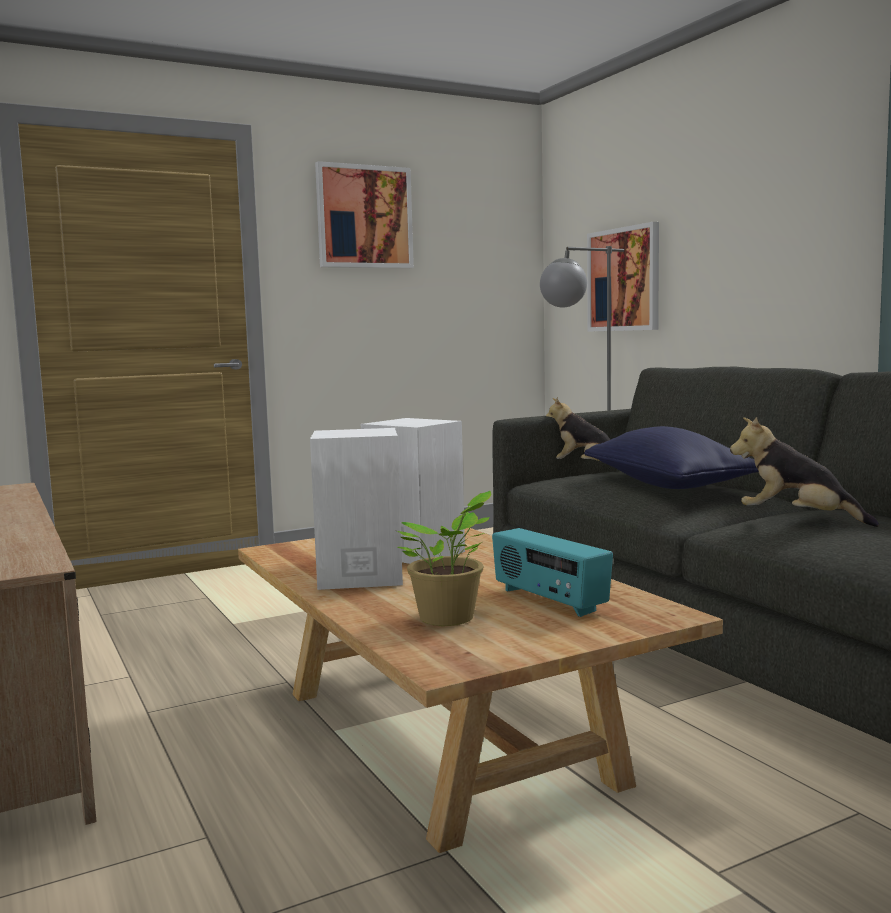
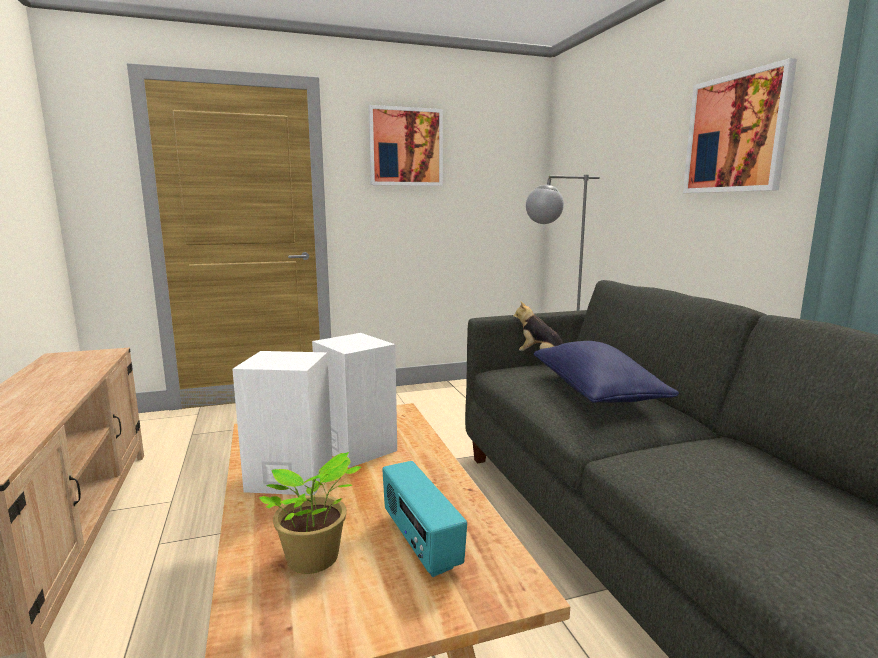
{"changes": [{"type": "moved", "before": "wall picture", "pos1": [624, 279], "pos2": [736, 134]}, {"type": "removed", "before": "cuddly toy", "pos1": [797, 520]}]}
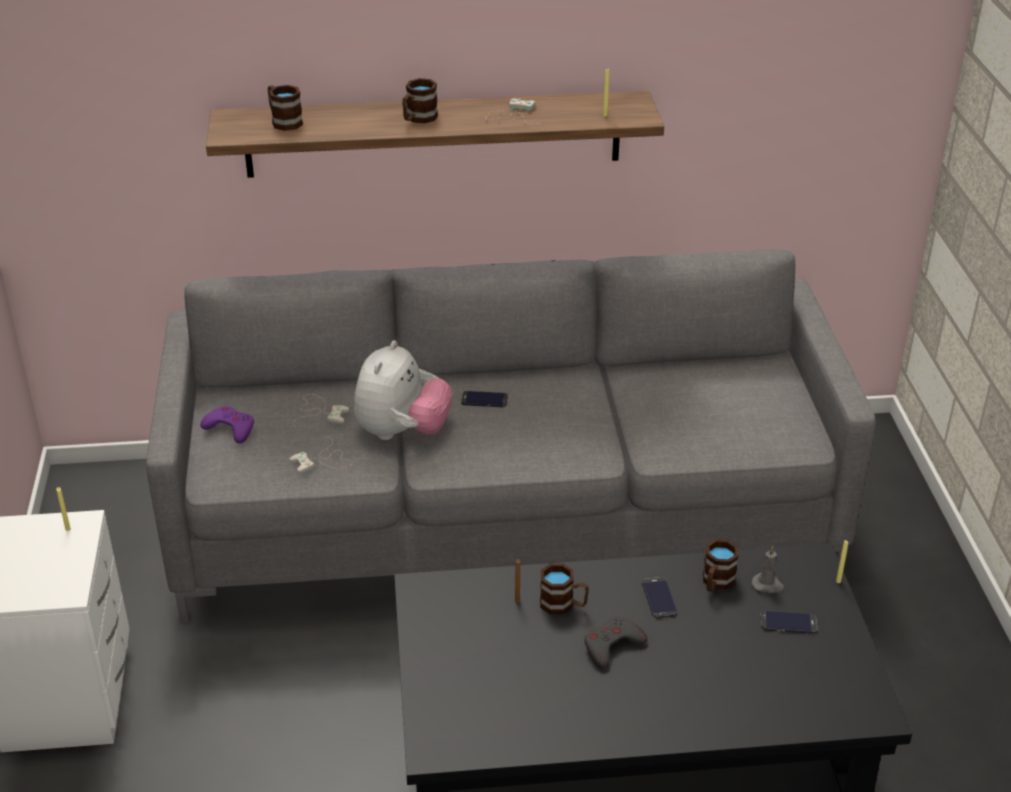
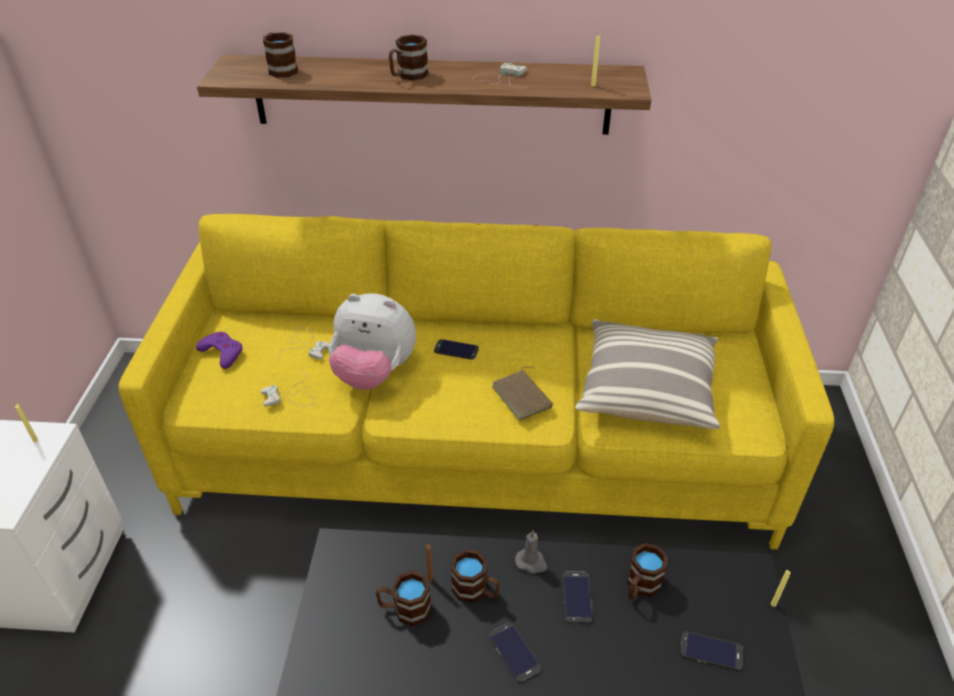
{"changes": [{"type": "recoloured", "before": "gray couch", "after": "yellowish couch", "pos1": [505, 518], "pos2": [477, 448]}, {"type": "turned", "before": "cuddly toy", "pos1": [402, 432], "pos2": [374, 373], "turn": 75}, {"type": "moved", "before": "gray wax candle", "pos1": [768, 585], "pos2": [531, 562]}, {"type": "replaced", "before": "gray joypad", "after": "phone", "pos1": [612, 646], "pos2": [514, 652]}, {"type": "added", "after": "cushion", "pos2": [646, 389]}, {"type": "added", "after": "brown-coloured book", "pos2": [523, 397]}, {"type": "added", "after": "brown-coloured mug", "pos2": [404, 609]}]}
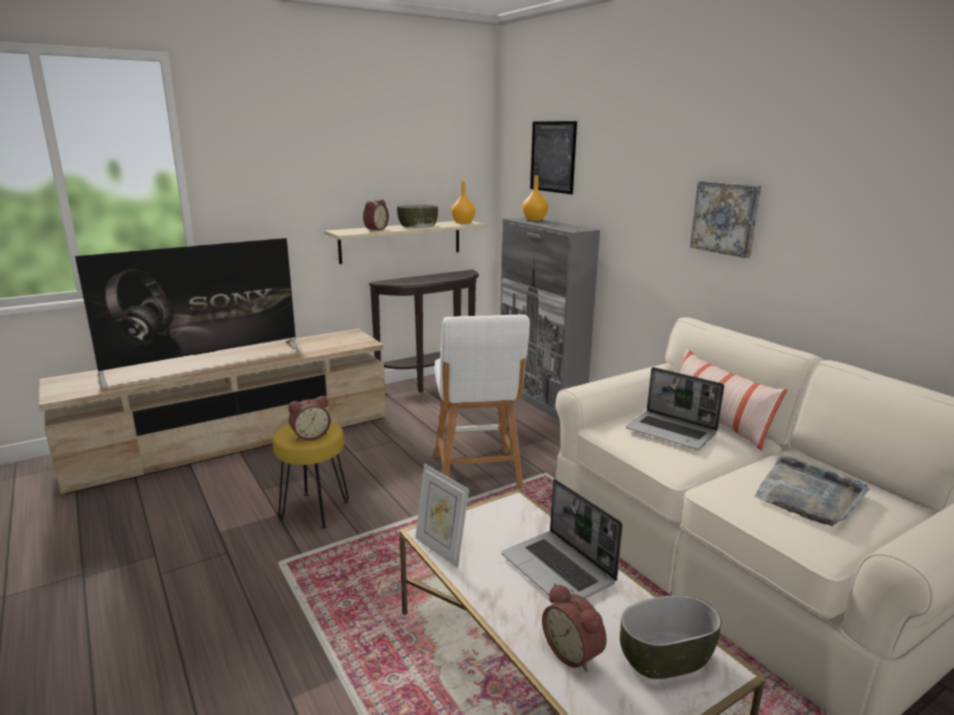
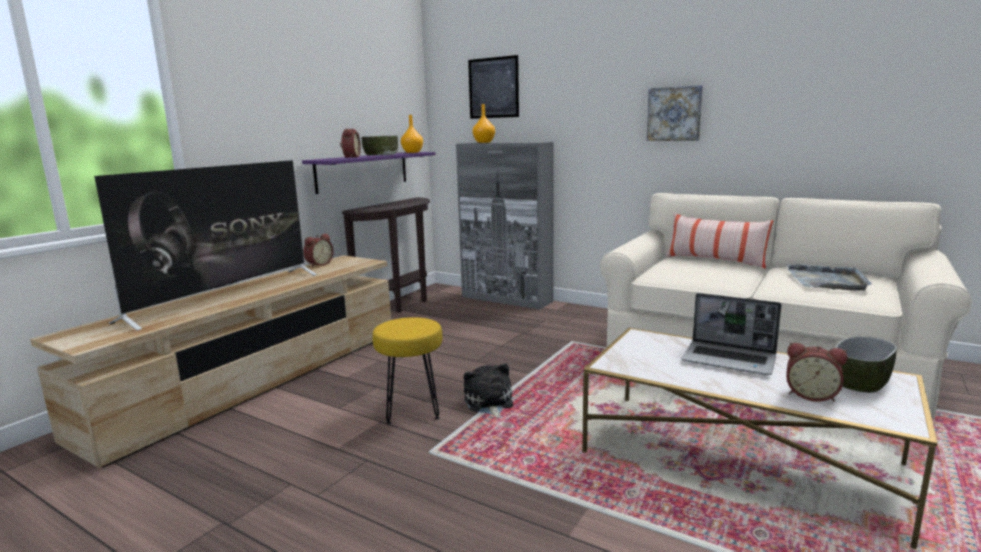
{"changes": [{"type": "recoloured", "before": "beige-coloured shelf", "after": "purplish shelf", "pos1": [401, 241], "pos2": [363, 171]}, {"type": "removed", "before": "white-coloured stool seat", "pos1": [477, 474]}, {"type": "removed", "before": "notebook computer", "pos1": [672, 432]}, {"type": "moved", "before": "alarm clock", "pos1": [310, 436], "pos2": [318, 264]}, {"type": "removed", "before": "photo frame", "pos1": [441, 549]}, {"type": "added", "after": "cuddly toy", "pos2": [489, 403]}]}
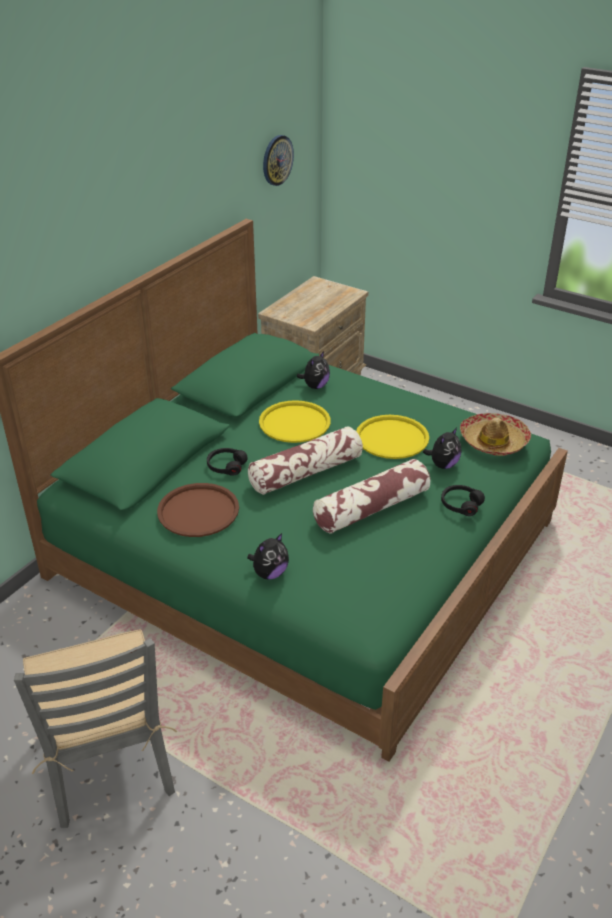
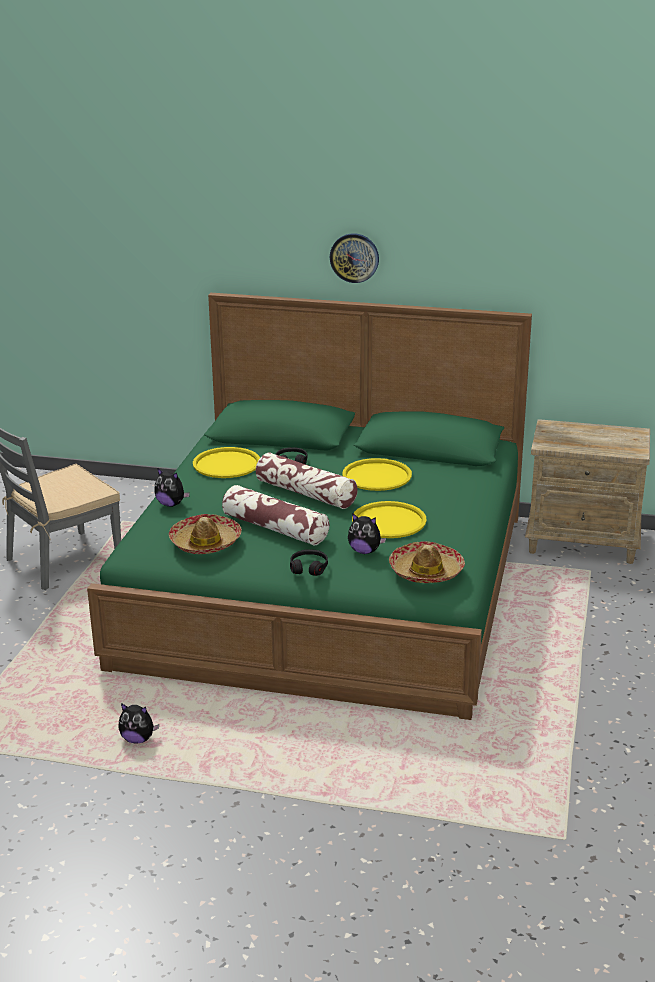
{"changes": [{"type": "moved", "before": "clock on the wall", "pos1": [277, 160], "pos2": [354, 257]}, {"type": "moved", "before": "cuddly toy", "pos1": [315, 386], "pos2": [138, 739]}, {"type": "recoloured", "before": "brown-coloured tray", "after": "yellowish tray", "pos1": [198, 511], "pos2": [226, 464]}, {"type": "added", "after": "hat", "pos2": [205, 542]}]}
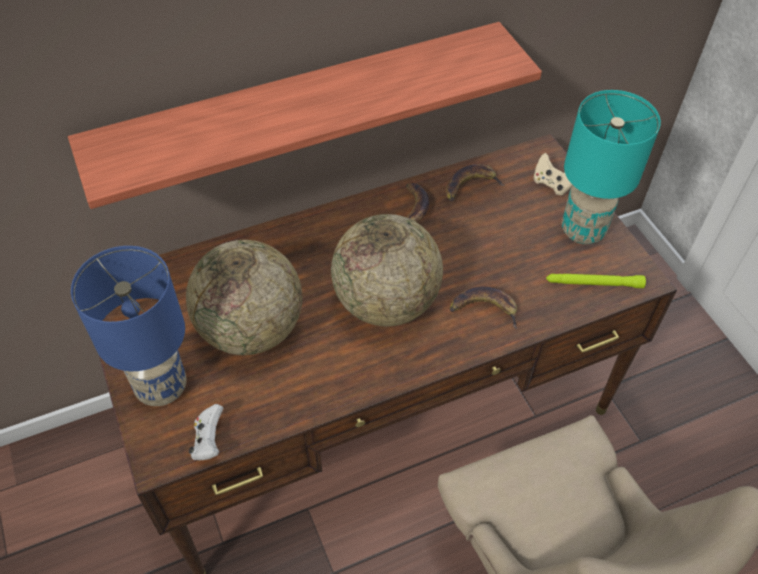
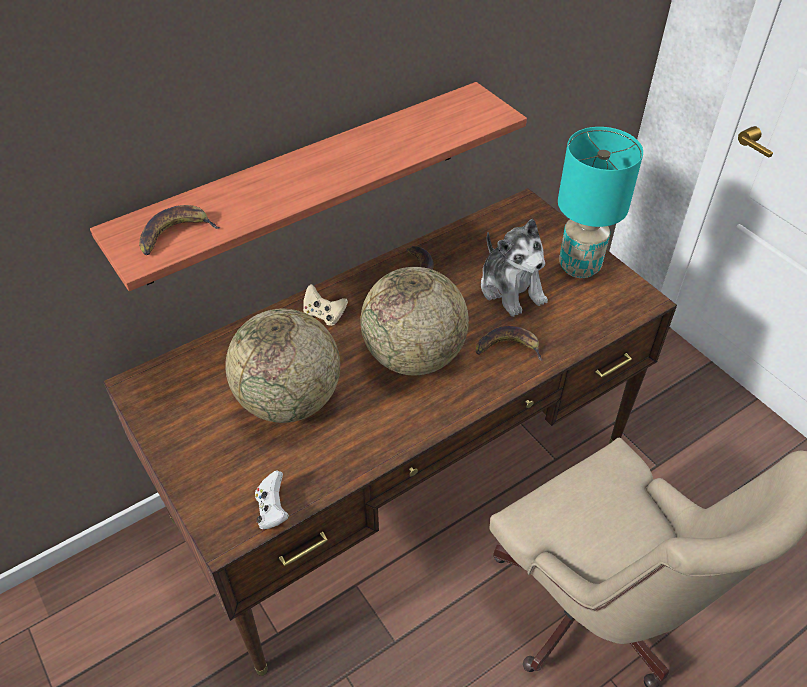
{"changes": [{"type": "moved", "before": "beige-coloured joypad", "pos1": [552, 184], "pos2": [324, 315]}, {"type": "moved", "before": "whole banana", "pos1": [470, 186], "pos2": [175, 234]}, {"type": "removed", "before": "bluish lamp for a table", "pos1": [162, 386]}, {"type": "removed", "before": "greenish hand torch", "pos1": [593, 283]}, {"type": "added", "after": "cuddly toy", "pos2": [511, 289]}]}
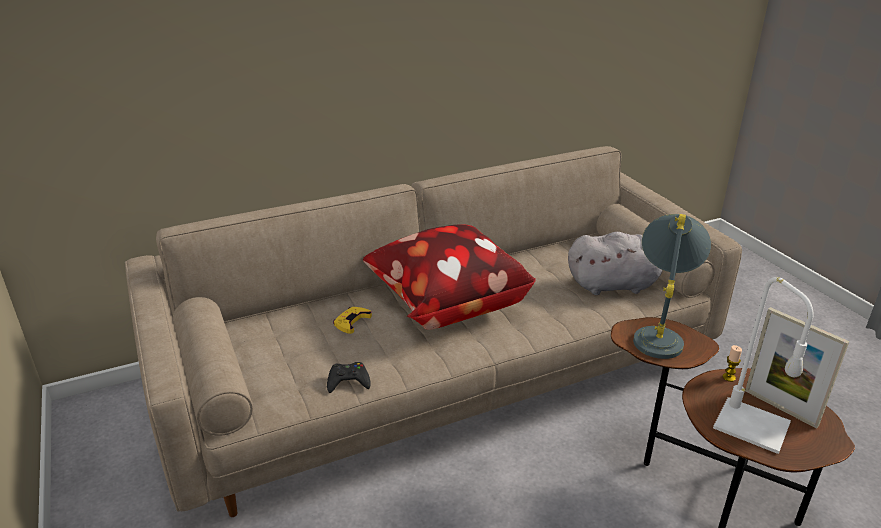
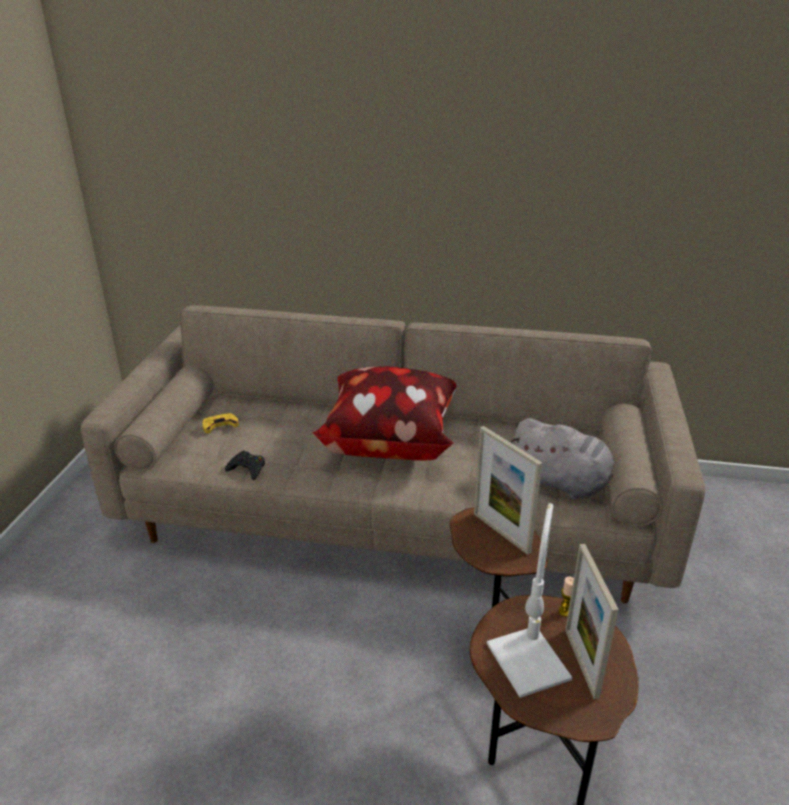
{"changes": [{"type": "replaced", "before": "gray lamp for a table", "after": "photo frame", "pos1": [659, 333], "pos2": [501, 532]}, {"type": "moved", "before": "yellowish joypad", "pos1": [351, 322], "pos2": [220, 425]}]}
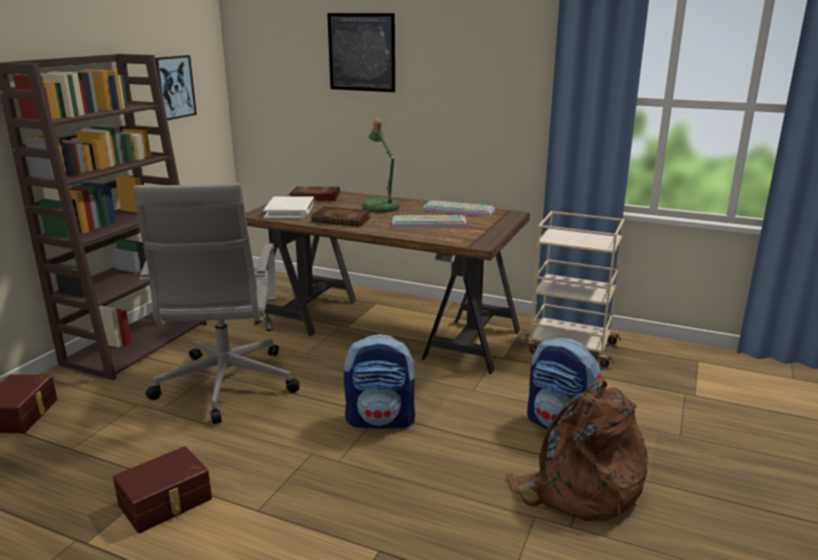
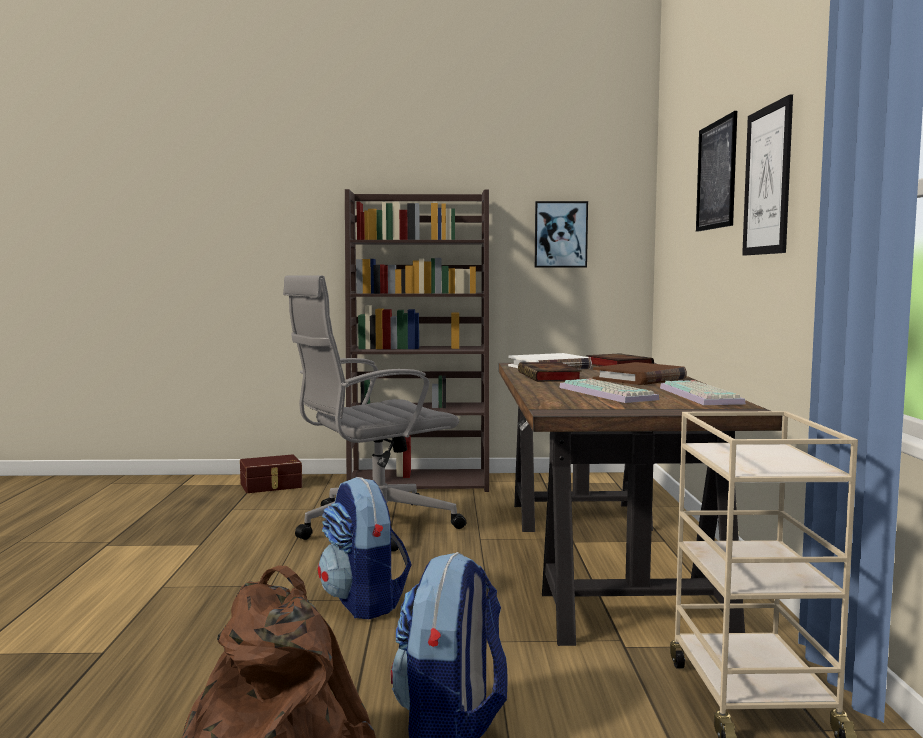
{"changes": [{"type": "replaced", "before": "lamp for a table", "after": "brown-coloured book", "pos1": [380, 205], "pos2": [639, 379]}, {"type": "removed", "before": "brown-coloured storage container", "pos1": [166, 502]}, {"type": "added", "after": "wall picture", "pos2": [767, 180]}]}
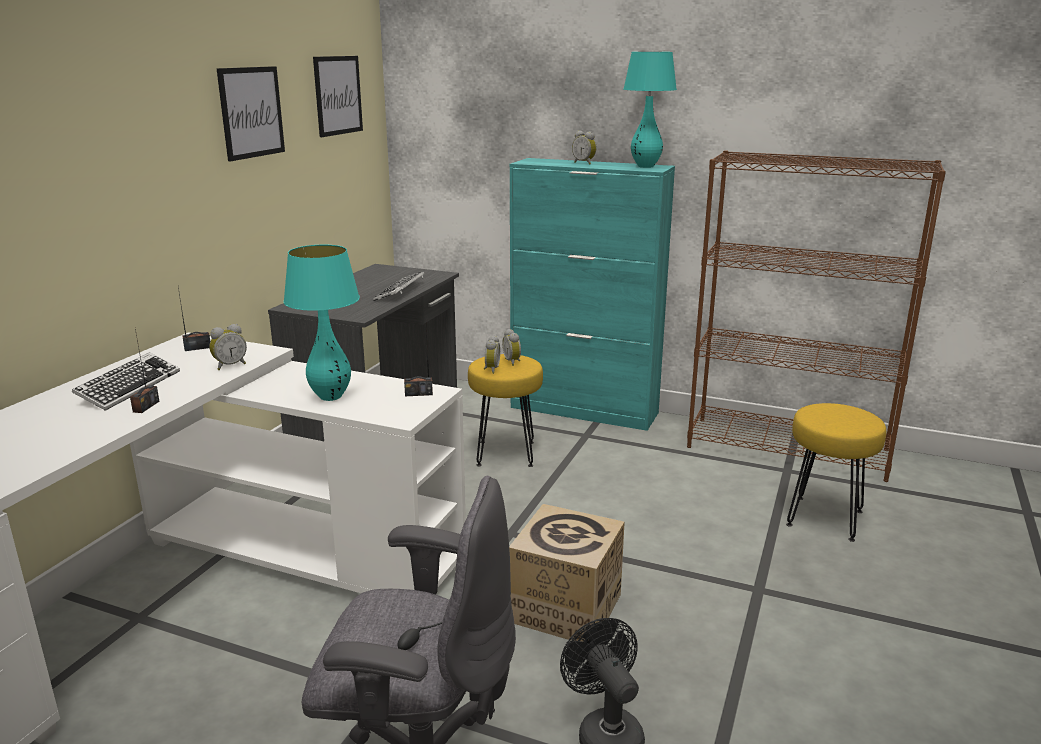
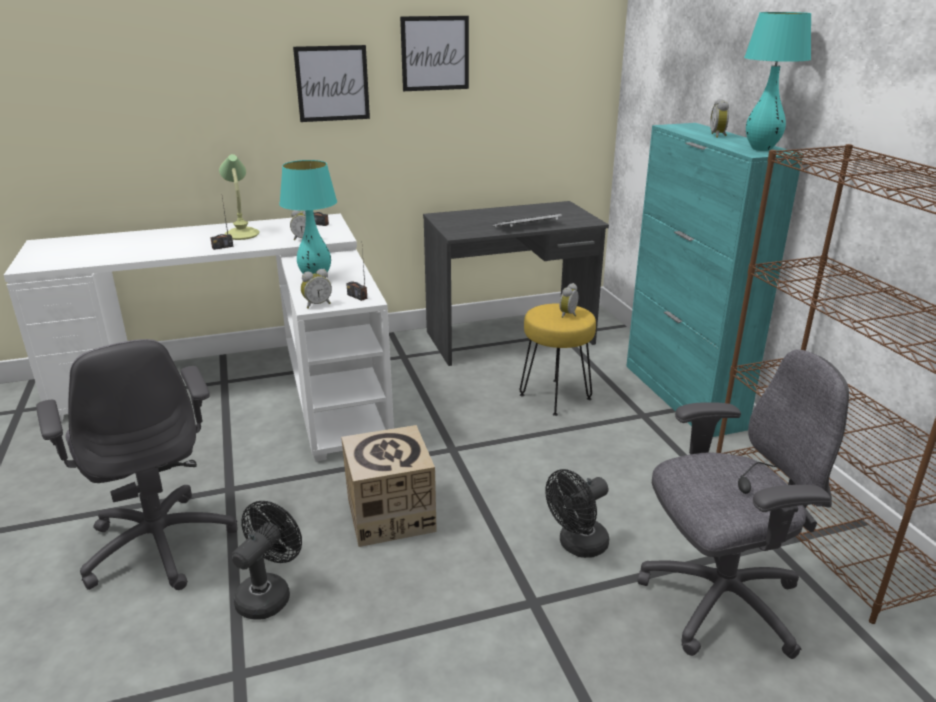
{"changes": [{"type": "moved", "before": "wall picture", "pos1": [338, 95], "pos2": [332, 83]}, {"type": "moved", "before": "alarm clock", "pos1": [491, 369], "pos2": [317, 304]}, {"type": "replaced", "before": "PC keyboard", "after": "lamp for a table", "pos1": [129, 387], "pos2": [242, 234]}, {"type": "replaced", "before": "yellowish stool seat", "after": "gray computer chair", "pos1": [825, 518], "pos2": [718, 602]}, {"type": "added", "after": "black-coloured cooling fan", "pos2": [577, 546]}]}
